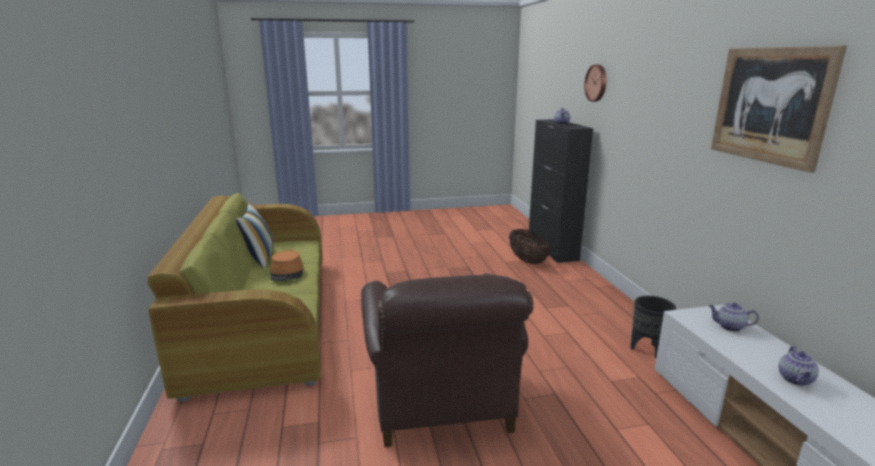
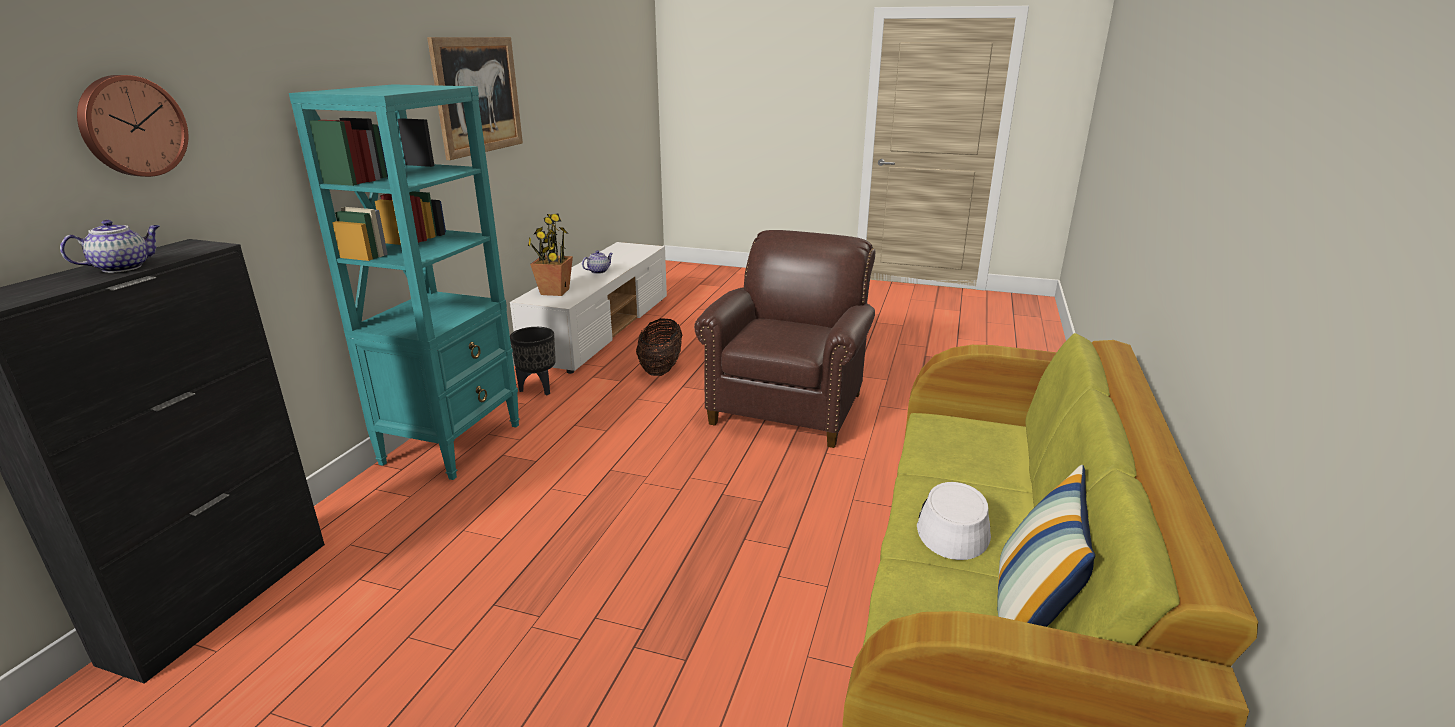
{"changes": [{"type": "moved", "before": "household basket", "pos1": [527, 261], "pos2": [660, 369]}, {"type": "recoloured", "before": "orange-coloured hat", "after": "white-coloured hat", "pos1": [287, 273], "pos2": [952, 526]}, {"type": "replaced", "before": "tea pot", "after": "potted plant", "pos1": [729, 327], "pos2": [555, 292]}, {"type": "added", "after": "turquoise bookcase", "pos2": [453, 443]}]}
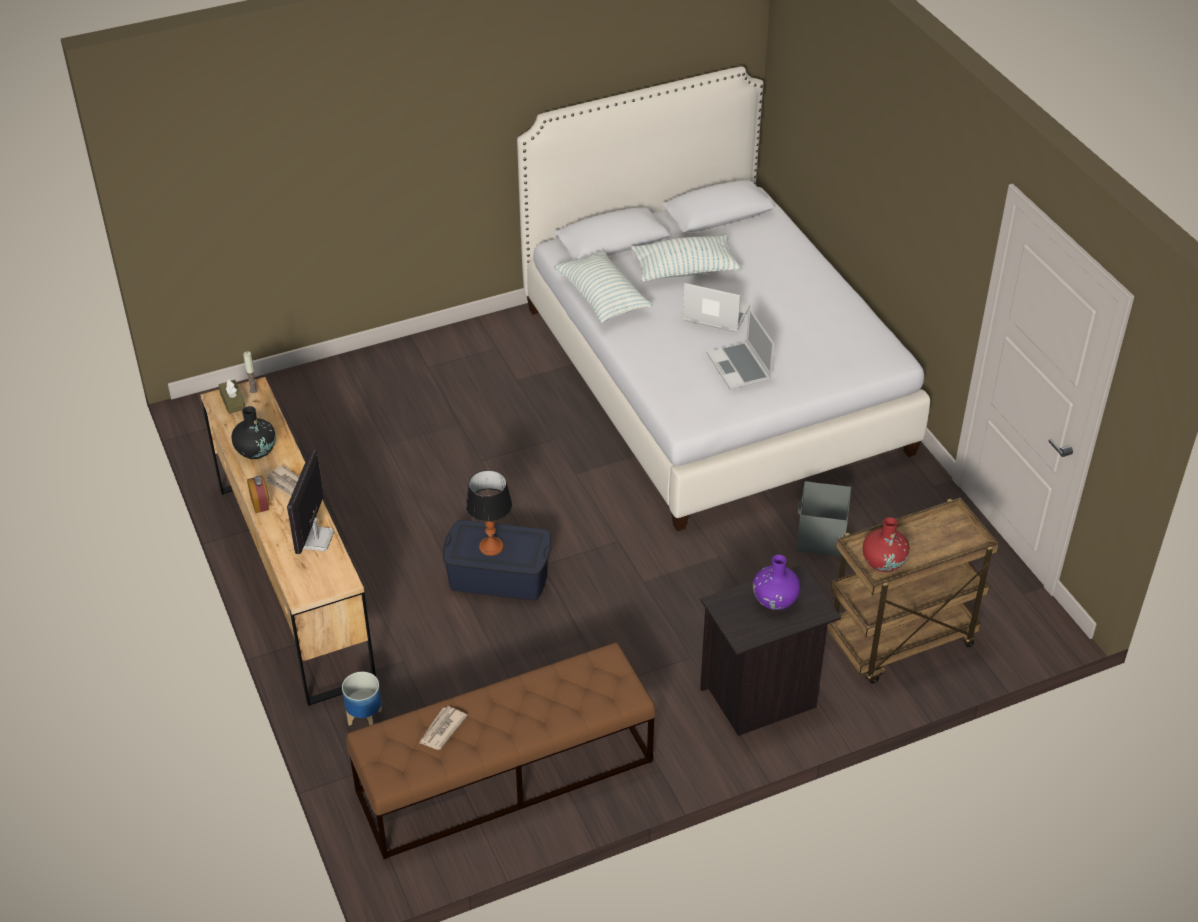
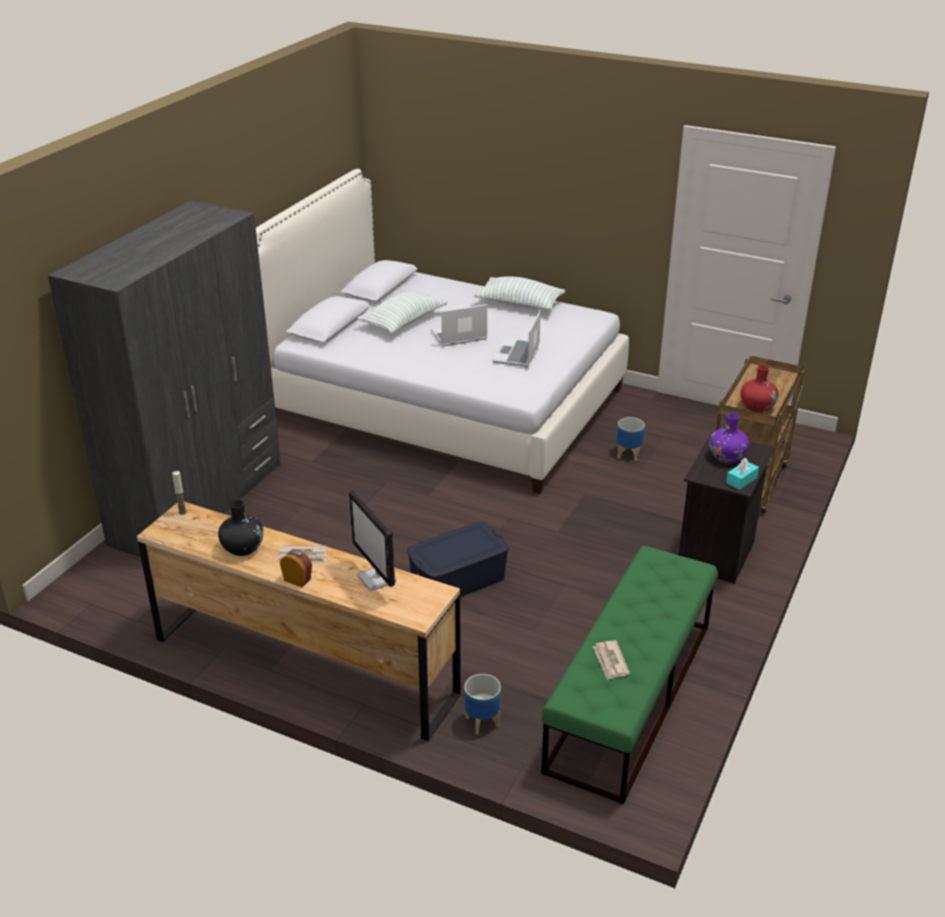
{"changes": [{"type": "moved", "before": "cushion", "pos1": [602, 297], "pos2": [519, 304]}, {"type": "turned", "before": "notebook computer", "pos1": [740, 368], "pos2": [517, 355], "turn": 75}, {"type": "removed", "before": "brown-coloured tissue holder", "pos1": [233, 402]}, {"type": "removed", "before": "lamp for a table", "pos1": [491, 547]}, {"type": "replaced", "before": "gray storage container", "after": "plant pot", "pos1": [820, 538], "pos2": [629, 454]}, {"type": "recoloured", "before": "brown-coloured indoor bench", "after": "greenish indoor bench", "pos1": [504, 776], "pos2": [630, 696]}, {"type": "added", "after": "gray clothes cupboard", "pos2": [199, 503]}, {"type": "added", "after": "turquoise tissue holder", "pos2": [741, 480]}]}
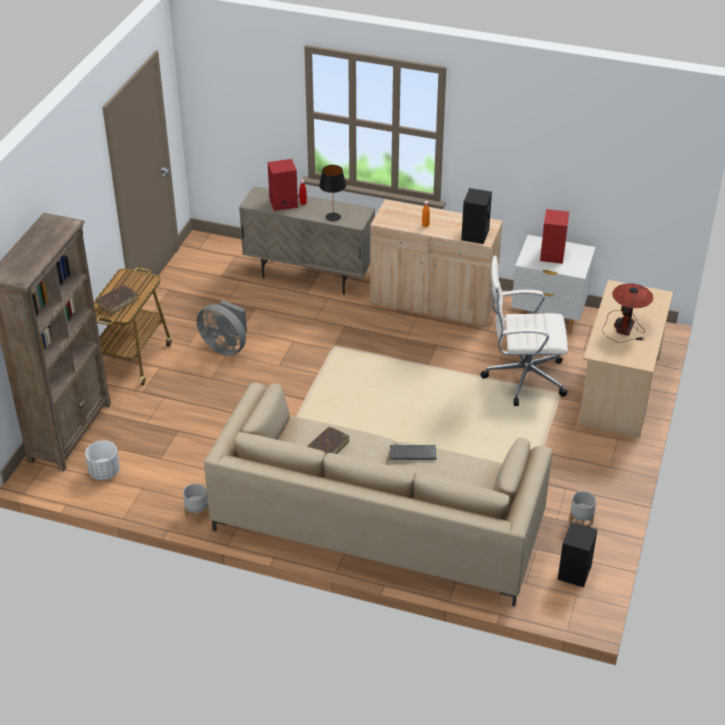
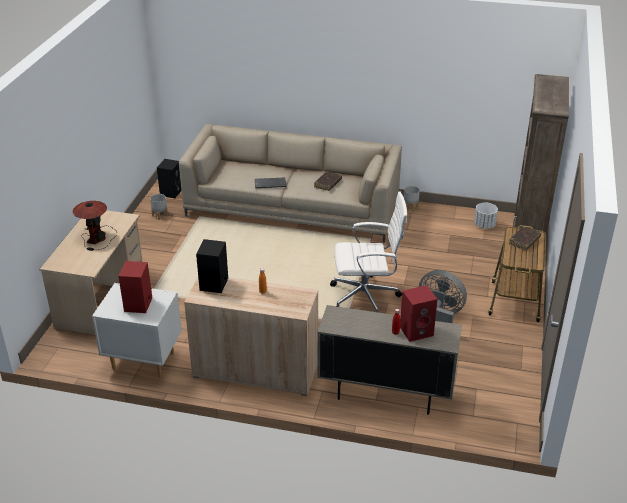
{"changes": [{"type": "removed", "before": "black-coloured lamp for a table", "pos1": [333, 217]}, {"type": "moved", "before": "white-coloured computer chair", "pos1": [522, 377], "pos2": [366, 297]}]}
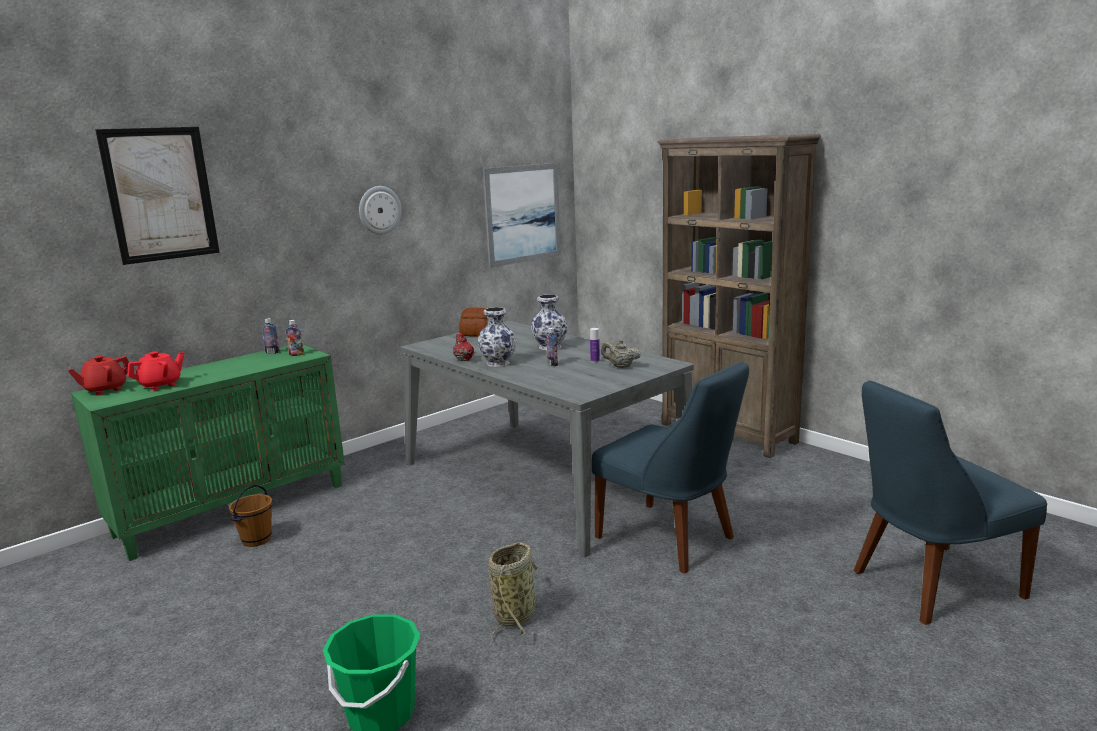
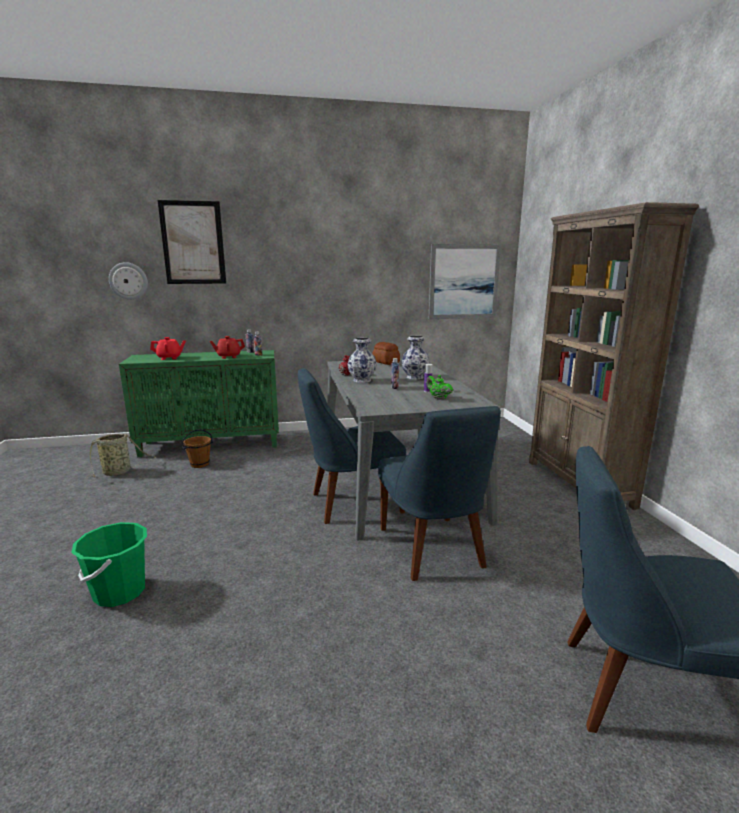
{"changes": [{"type": "moved", "before": "clock on the wall", "pos1": [379, 210], "pos2": [128, 281]}, {"type": "recoloured", "before": "beige-coloured tea pot", "after": "greenish tea pot", "pos1": [620, 367], "pos2": [438, 398]}, {"type": "moved", "before": "red-coloured tea pot", "pos1": [105, 390], "pos2": [228, 357]}, {"type": "moved", "before": "household basket", "pos1": [516, 614], "pos2": [119, 472]}, {"type": "added", "after": "bluish upright chair", "pos2": [351, 503]}]}
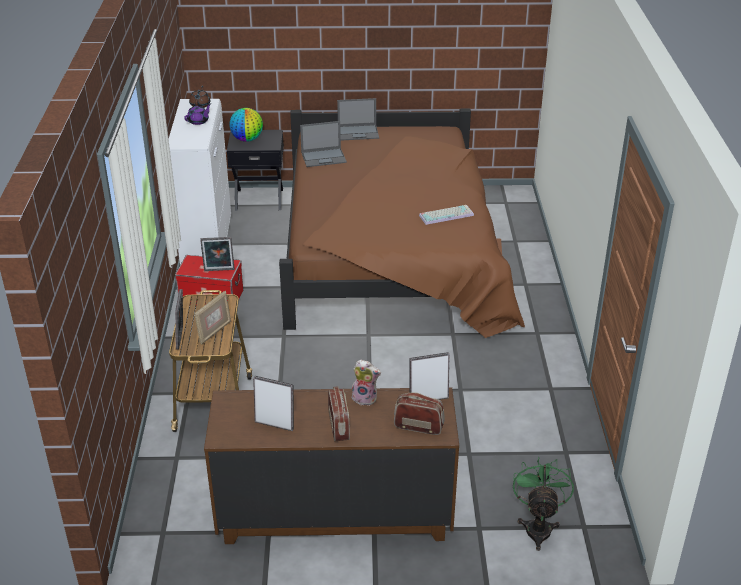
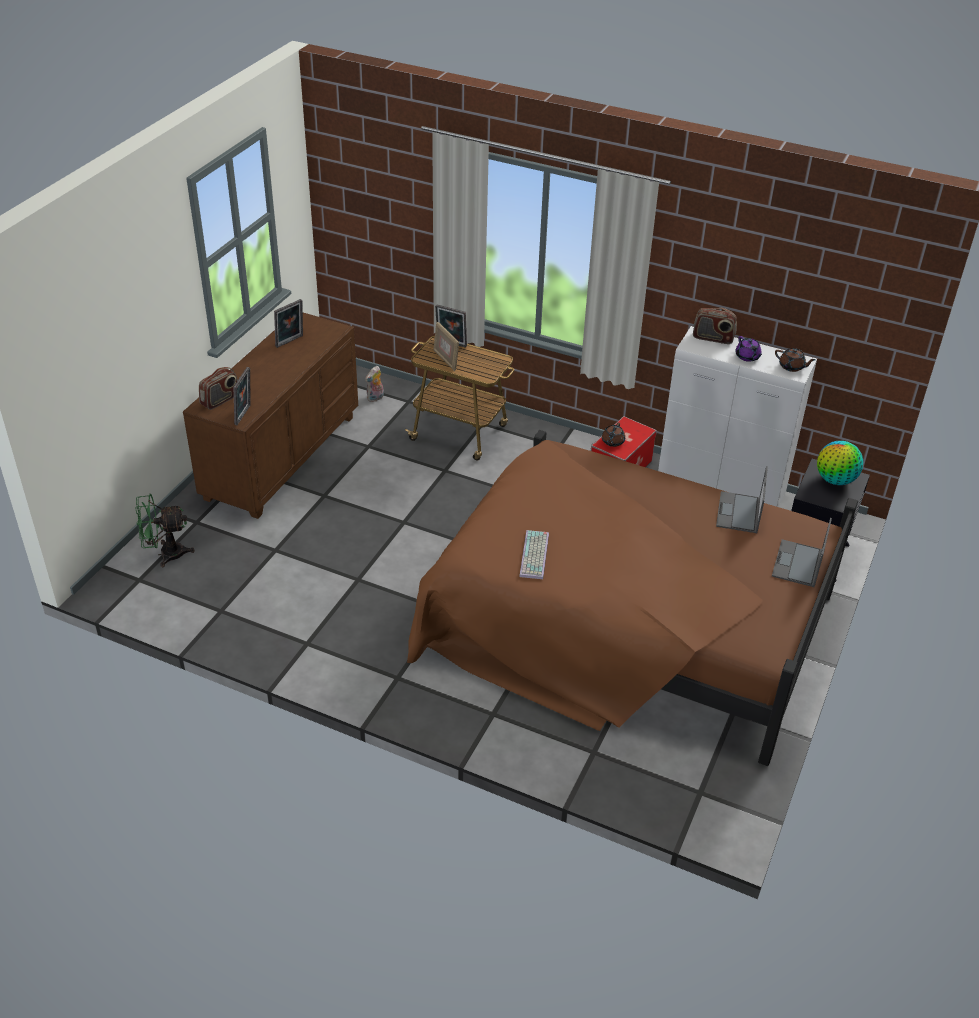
{"changes": [{"type": "replaced", "before": "photo frame", "after": "brown-coloured tea pot", "pos1": [219, 271], "pos2": [612, 442]}, {"type": "moved", "before": "cuddly toy", "pos1": [365, 398], "pos2": [375, 398]}, {"type": "moved", "before": "radio set", "pos1": [339, 426], "pos2": [713, 338]}, {"type": "turned", "before": "greenish cooling fan", "pos1": [538, 526], "pos2": [165, 554], "turn": 135}]}
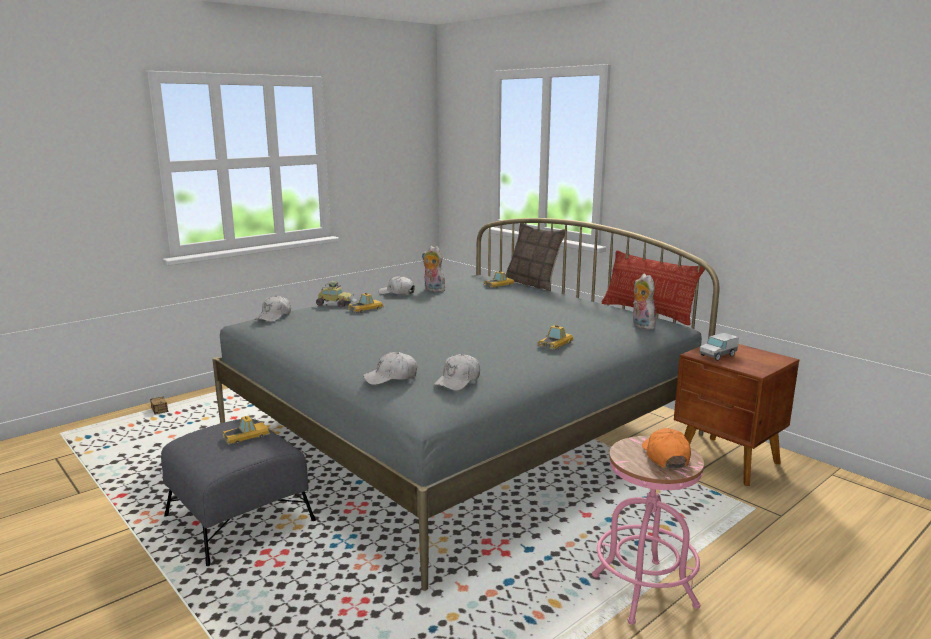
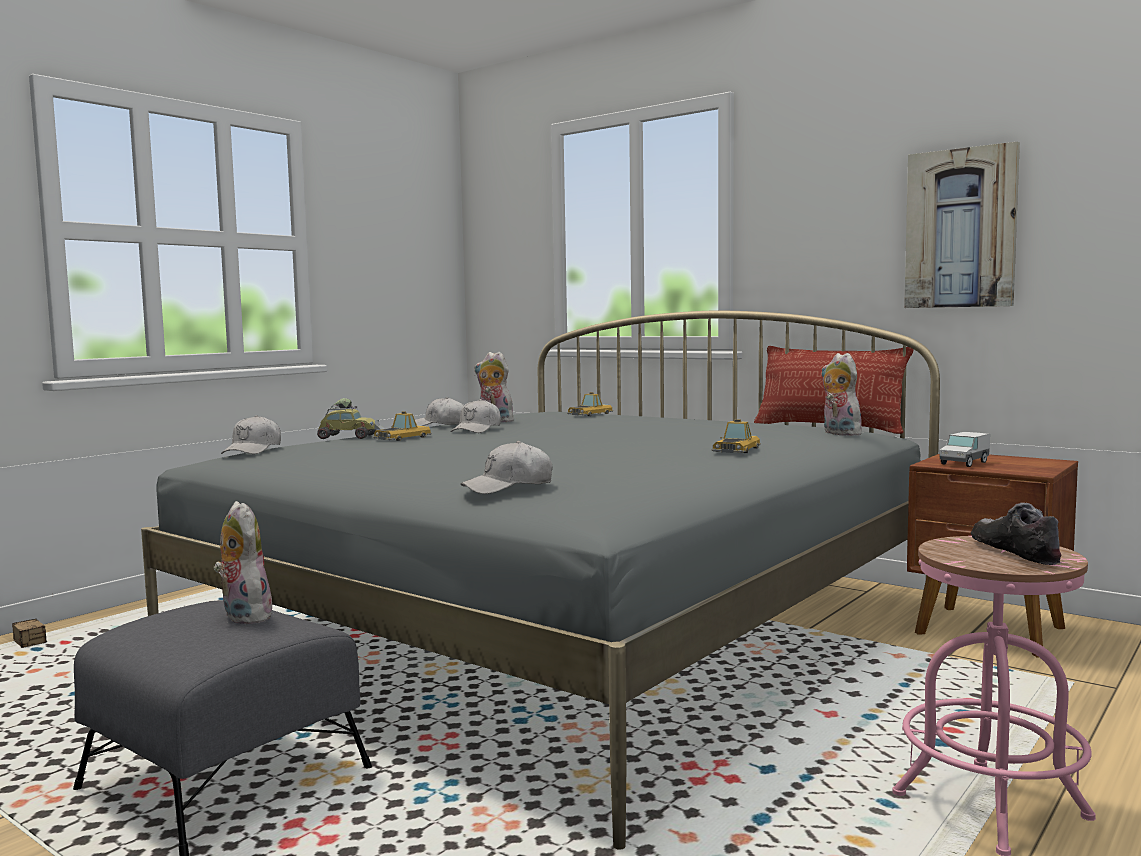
{"changes": [{"type": "removed", "before": "cushion", "pos1": [533, 284]}, {"type": "moved", "before": "white-coloured baseball cap", "pos1": [458, 381], "pos2": [477, 430]}, {"type": "replaced", "before": "toy car", "after": "cuddly toy", "pos1": [247, 436], "pos2": [243, 616]}, {"type": "replaced", "before": "orange-coloured baseball cap", "after": "item of footwear", "pos1": [665, 456], "pos2": [1014, 552]}, {"type": "added", "after": "wall picture", "pos2": [961, 229]}]}
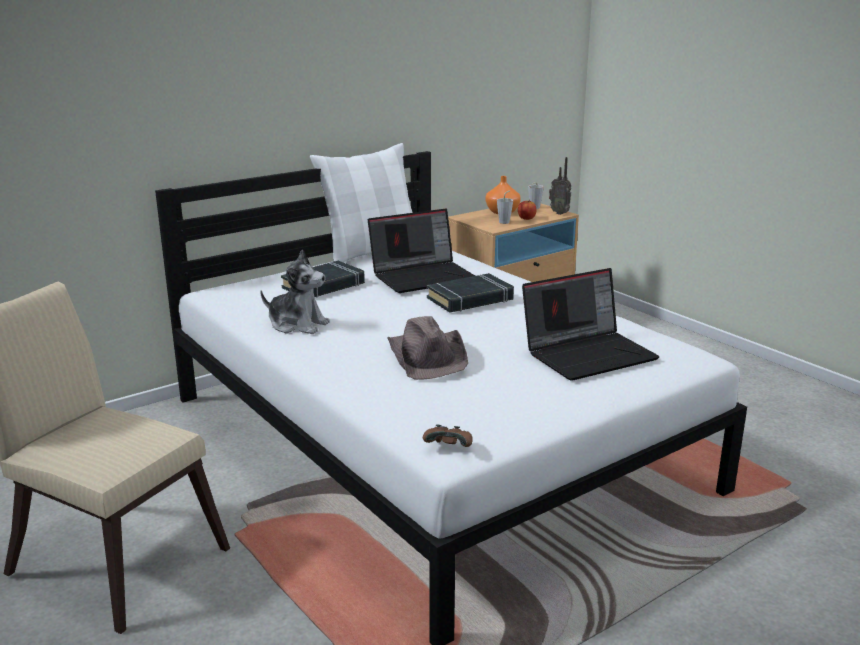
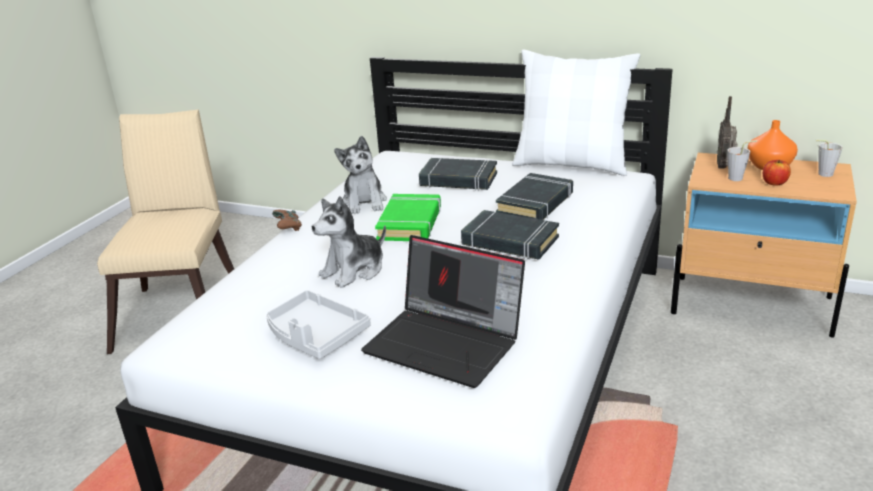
{"changes": [{"type": "moved", "before": "radio set", "pos1": [560, 213], "pos2": [724, 166]}, {"type": "replaced", "before": "notebook computer", "after": "black-coloured book", "pos1": [423, 276], "pos2": [535, 203]}, {"type": "replaced", "before": "brown-coloured hat", "after": "cuddly toy", "pos1": [428, 357], "pos2": [354, 271]}, {"type": "moved", "before": "brown-coloured joypad", "pos1": [449, 448], "pos2": [288, 228]}, {"type": "added", "after": "greenish book", "pos2": [410, 223]}, {"type": "added", "after": "gray tray", "pos2": [315, 336]}]}
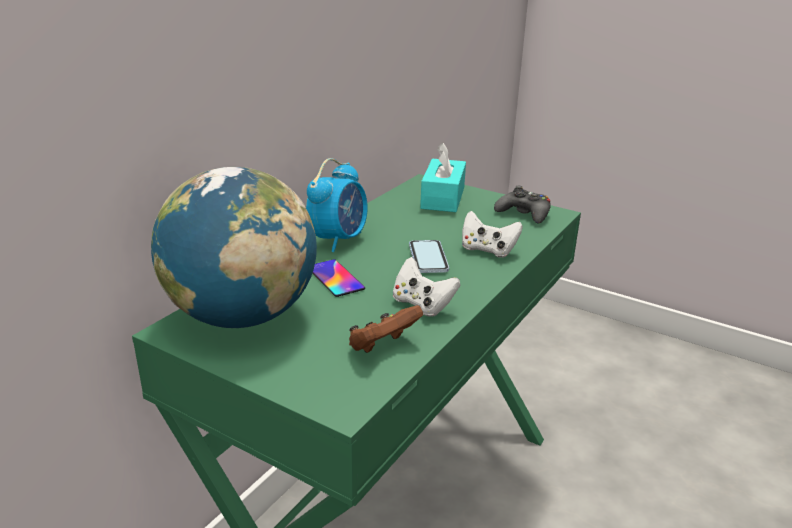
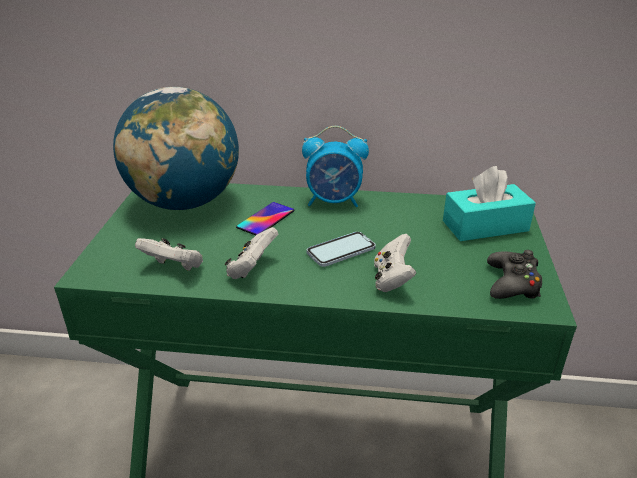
{"changes": [{"type": "recoloured", "before": "brown-coloured joypad", "after": "white-coloured joypad", "pos1": [382, 346], "pos2": [174, 268]}]}
